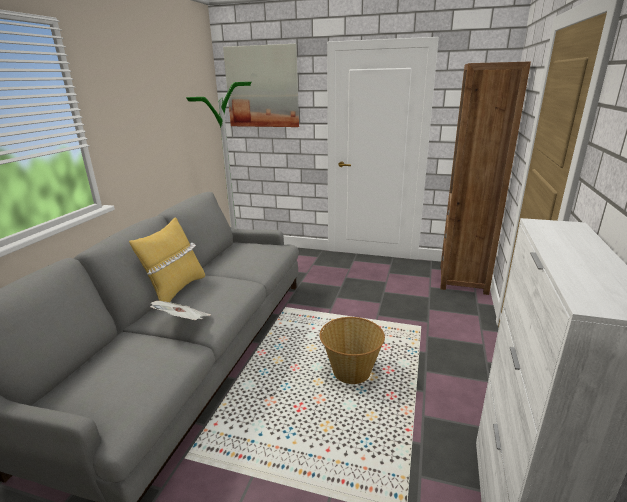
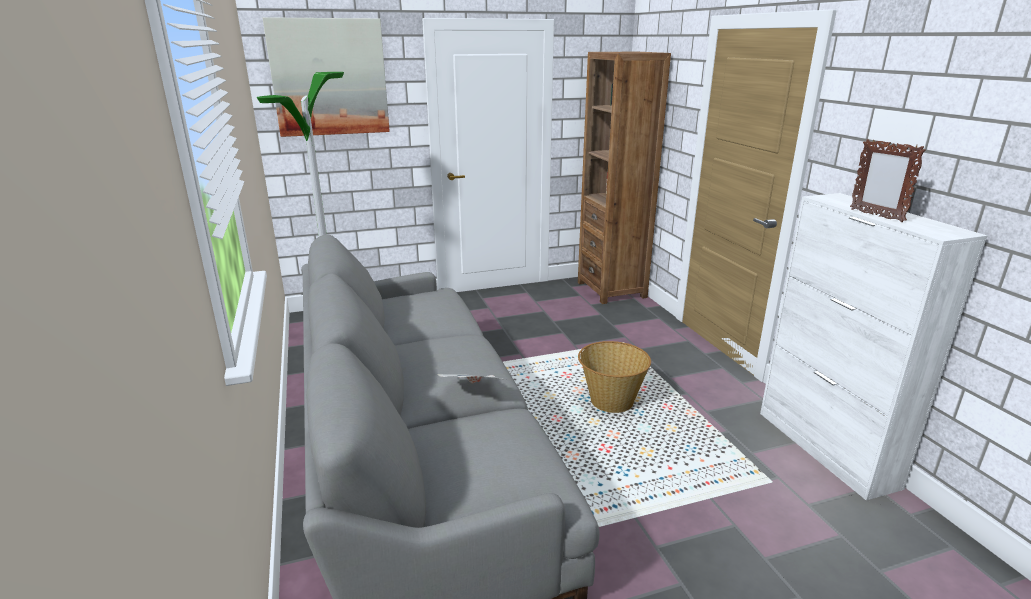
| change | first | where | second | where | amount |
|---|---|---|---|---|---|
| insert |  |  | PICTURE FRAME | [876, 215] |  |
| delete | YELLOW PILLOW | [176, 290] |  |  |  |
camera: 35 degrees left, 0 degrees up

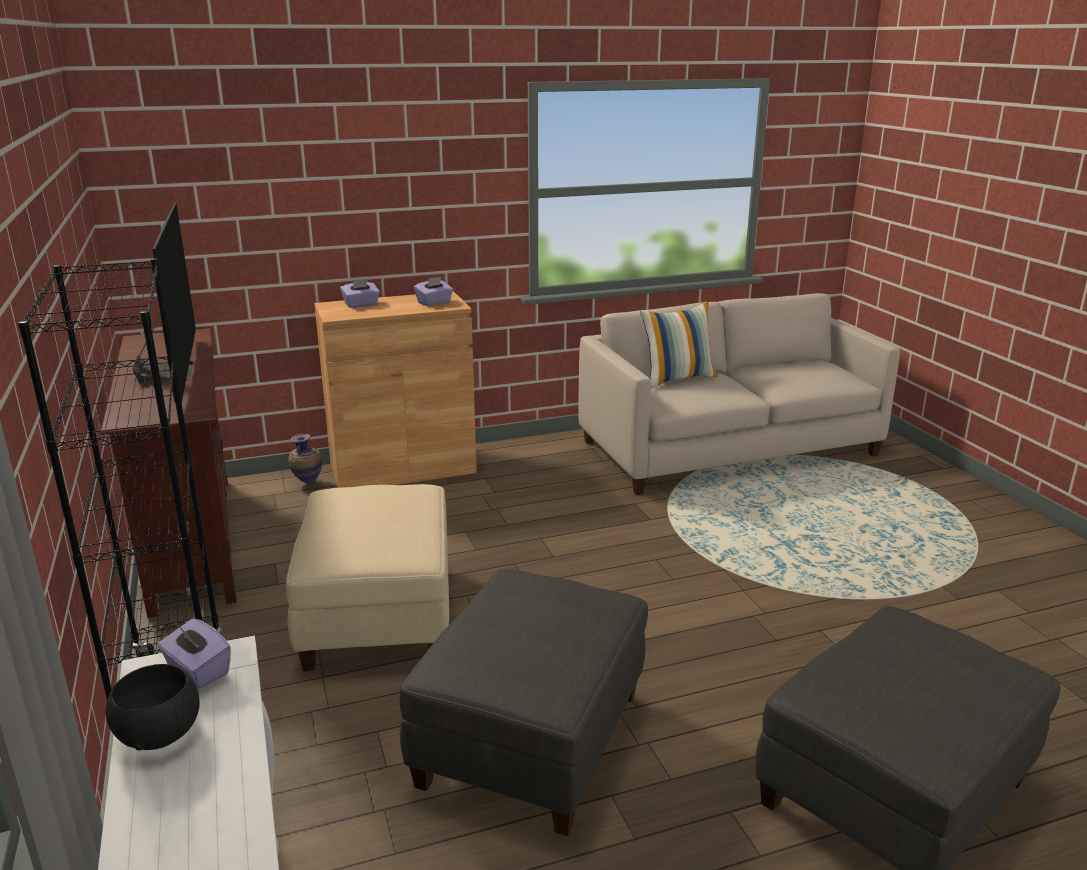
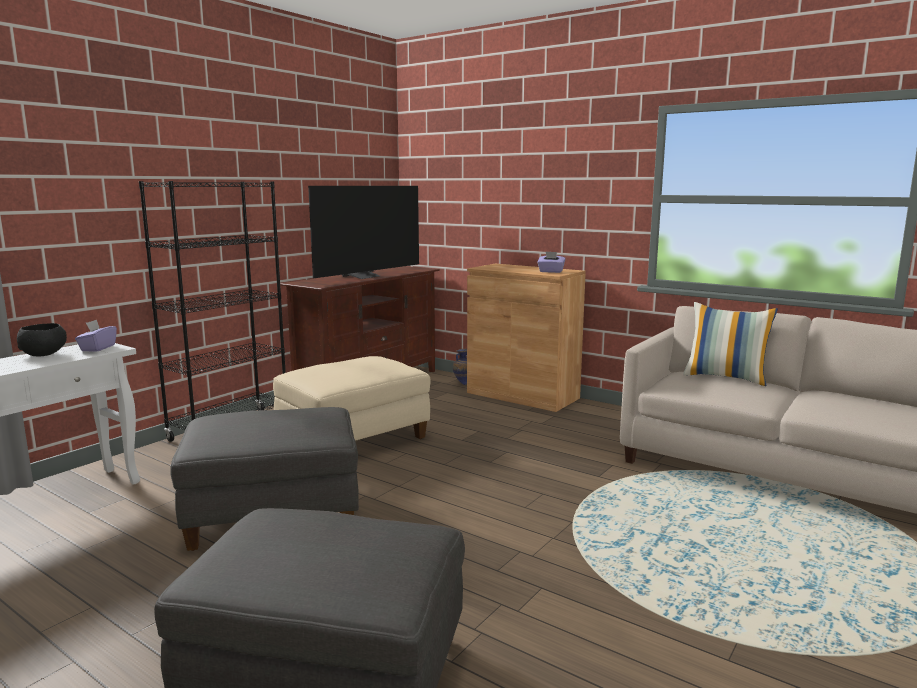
| change | first | where | second | where | amount |
|---|---|---|---|---|---|
| delete | PURPLE TISSUE BOX | [361, 305] |  |  |  |
camera: 55 degrees right, 10 degrees down

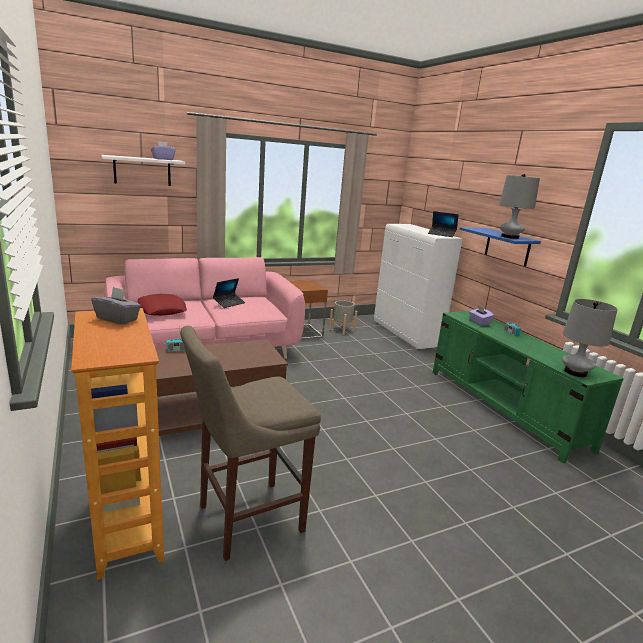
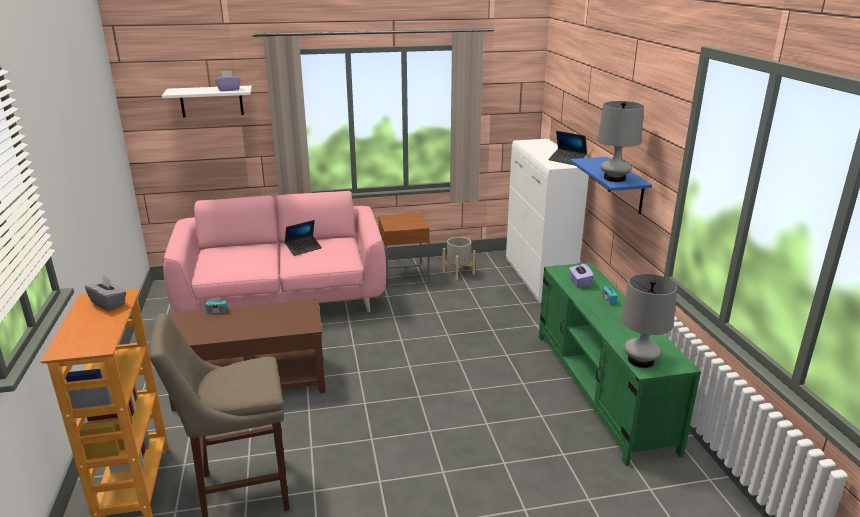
| change | first | where | second | where | amount |
|---|---|---|---|---|---|
| delete | RED PILLOW | [162, 310] |  |  |  |
camera: 15 degrees right, 5 degrees up

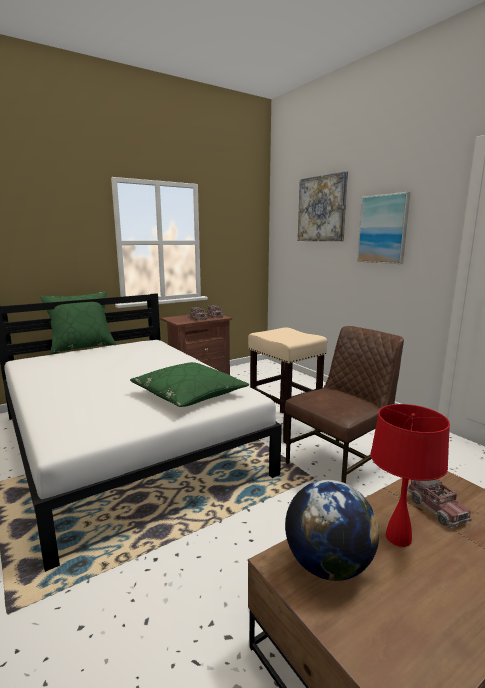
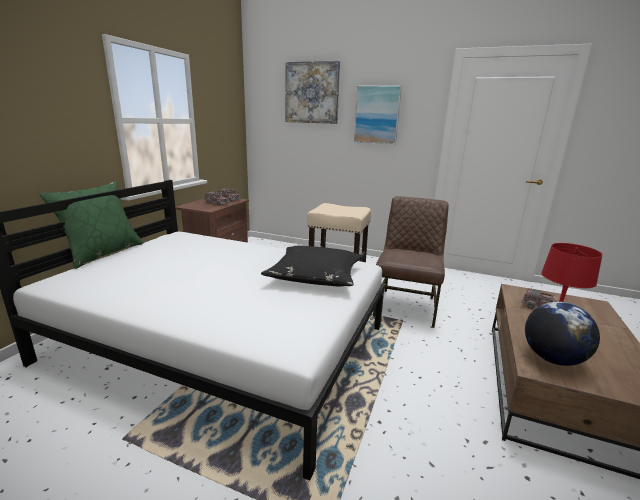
| change | first | where | second | where | amount |
|---|---|---|---|---|---|
| recolor | GREEN PILLOW | [189, 394] | BLACK PILLOW | [315, 276] |  |
camera: 35 degrees left, 5 degrees up

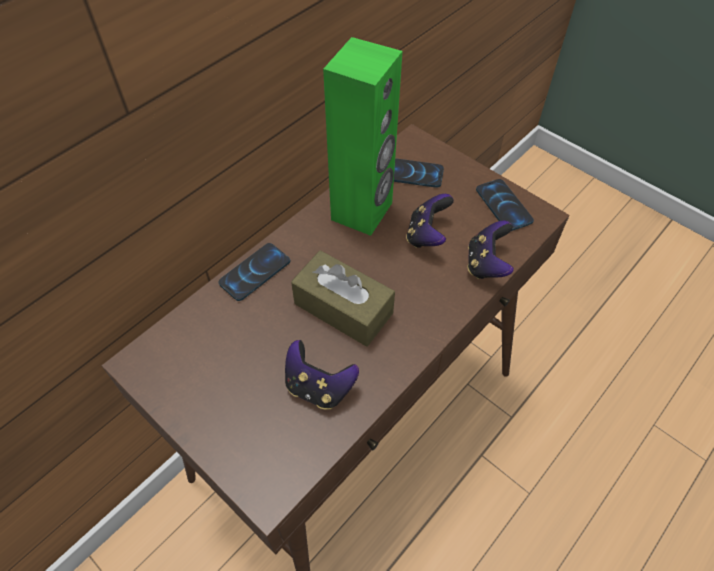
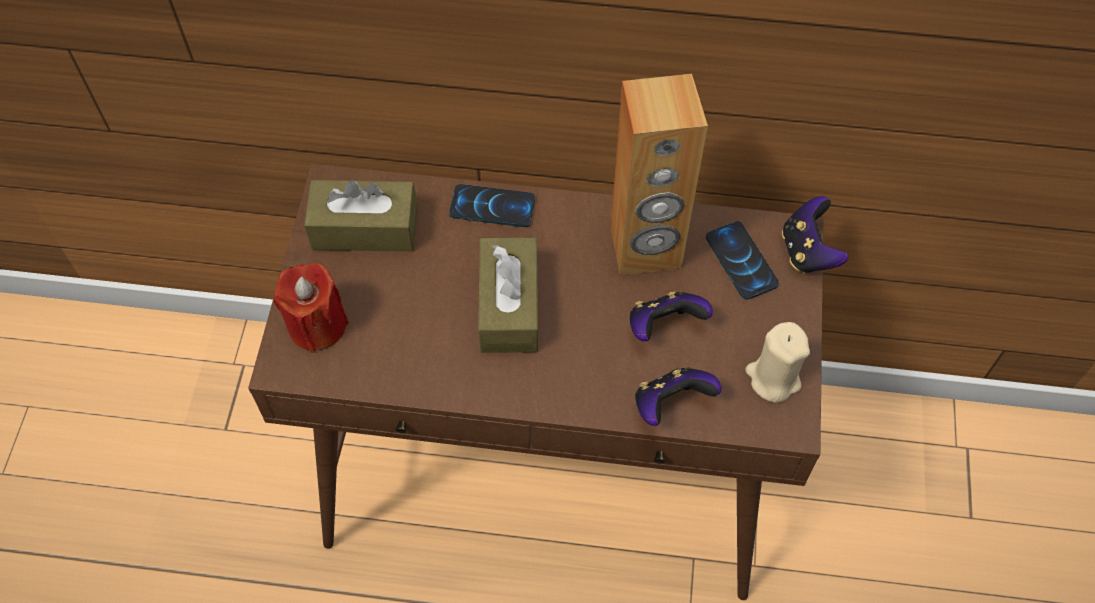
| change | first | where | second | where | amount |
|---|---|---|---|---|---|
| insert |  |  | RED CANDLE | [317, 325] |  |
| insert |  |  | BROWN TISSUE BOX | [365, 228] |  |
| recolor | GREEN SPEAKER | [362, 211] | BROWN SPEAKER | [645, 248] |  |
| replace | PHONE | [503, 206] | BEIGE CANDLE | [773, 378] |  |
| move | GAME CONTROLLER | [318, 387] |  | [808, 251] |  |
camera: 55 degrees right, 5 degrees up

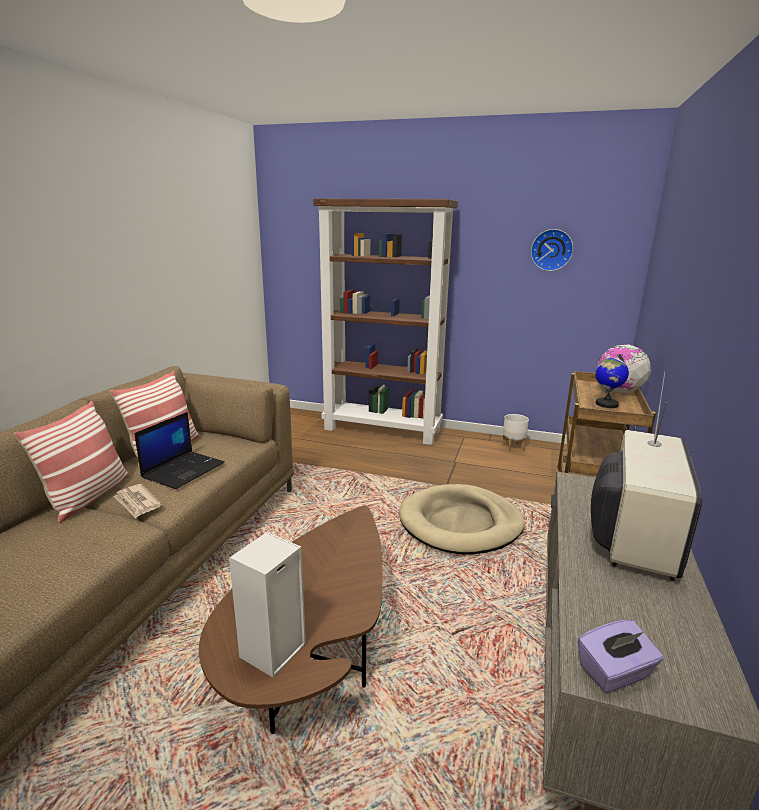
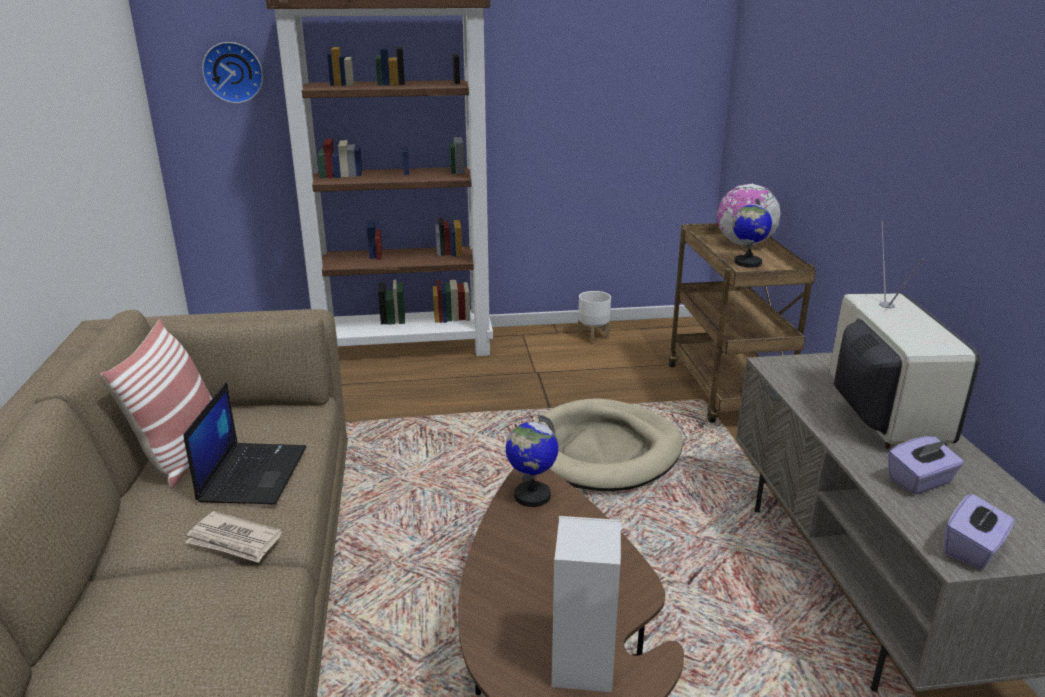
| change | first | where | second | where | amount |
|---|---|---|---|---|---|
| move | WALL CLOCK | [551, 250] |  | [233, 72] |  |
| insert |  |  | GLOBE | [531, 496] |  |
| insert |  |  | PURPLE TISSUE BOX | [920, 481] |  |
| delete | PILLOW | [88, 497] |  |  |  |
camera: 25 degrees left, 5 degrees up

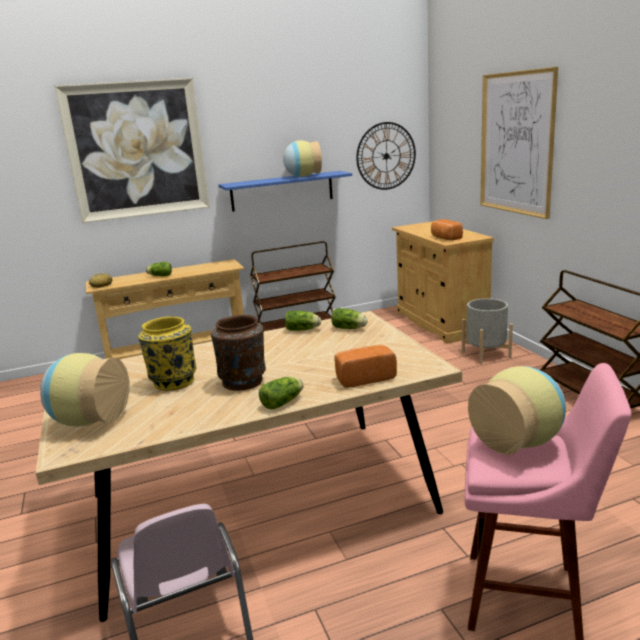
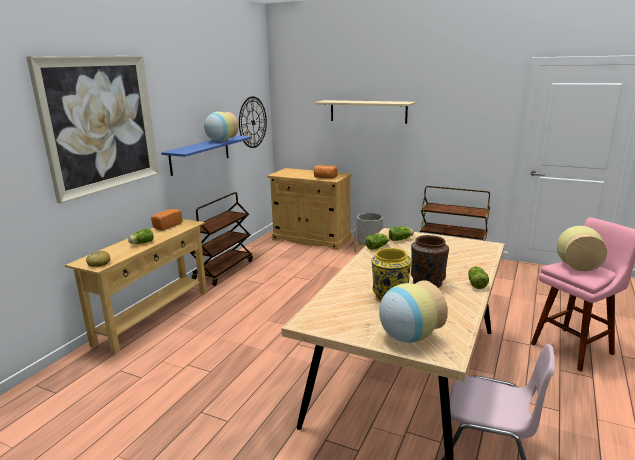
| change | first | where | second | where | amount |
|---|---|---|---|---|---|
| move | BREAD | [364, 378] |  | [166, 226] |  |
| replace | PICTURE | [516, 143] | BEIGE SHELF | [368, 111] |  |
camera: 45 degrees left, 0 degrees up

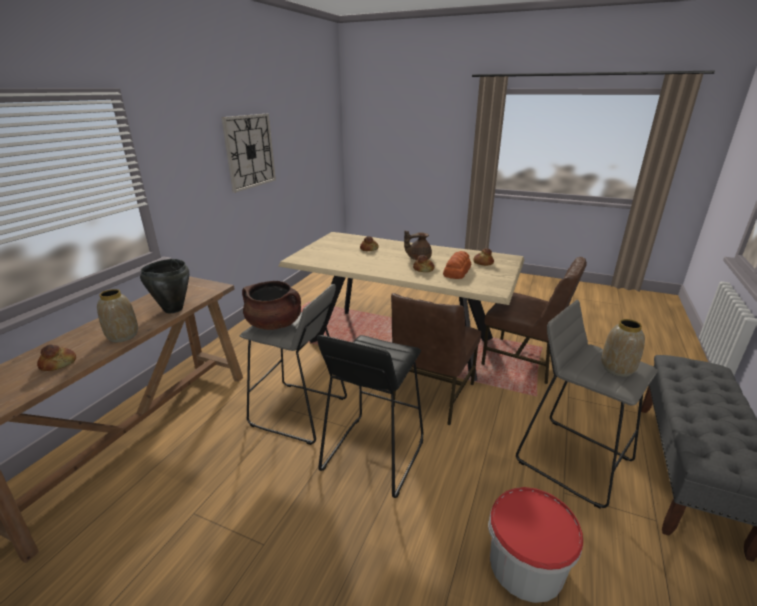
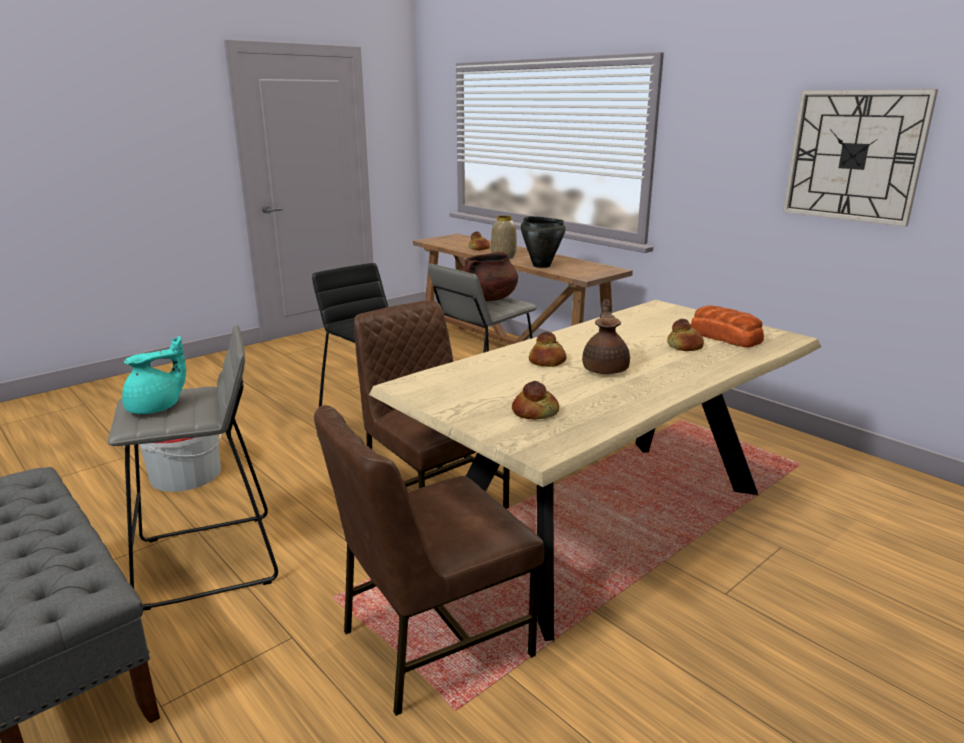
| change | first | where | second | where | amount |
|---|---|---|---|---|---|
| replace | VASE | [617, 368] | TURQUOISE TEAPOT | [156, 408] |  |
| move | BREAD | [456, 271] |  | [724, 337] |  |
camera: 115 degrees right, 5 degrees down

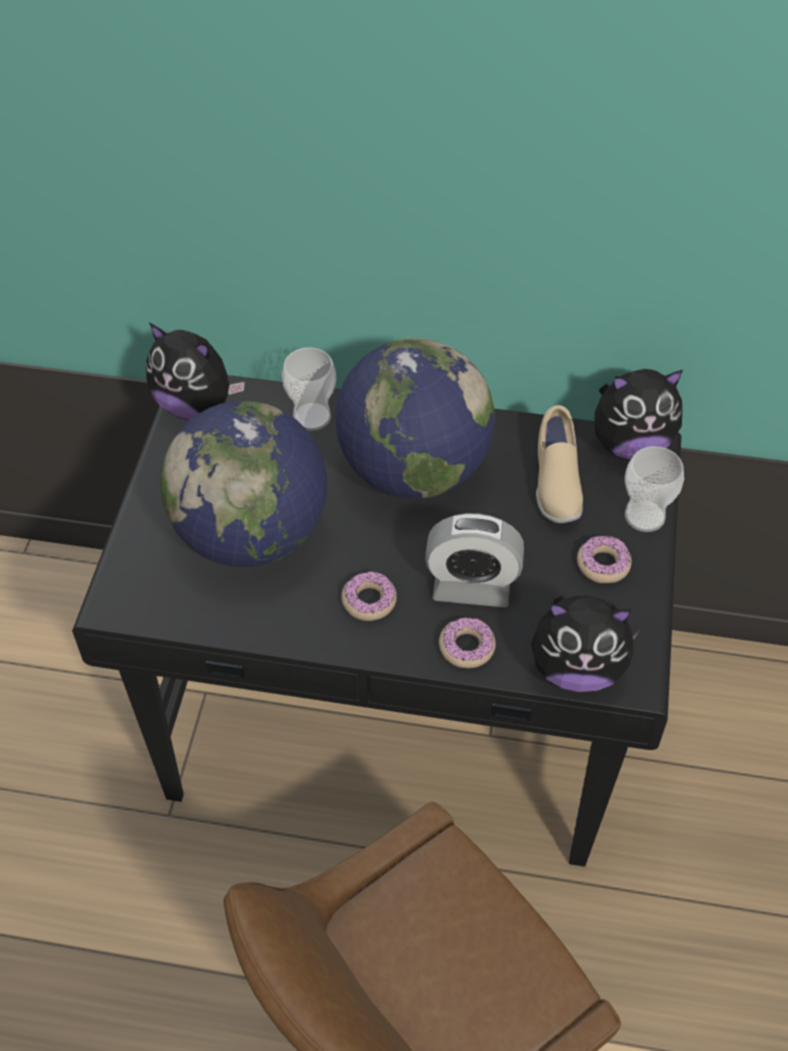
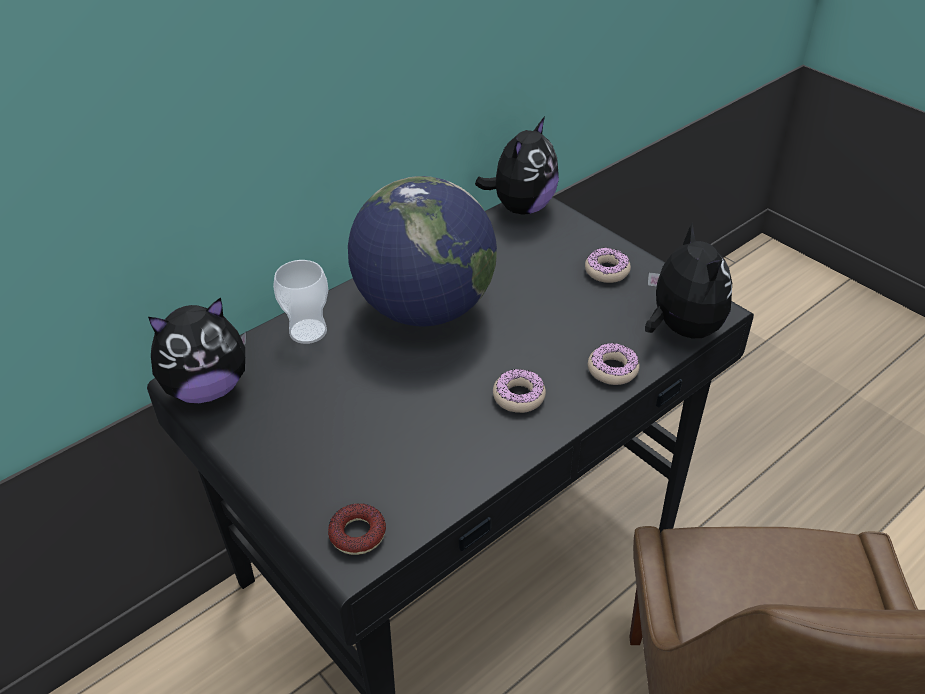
| change | first | where | second | where | amount |
|---|---|---|---|---|---|
| insert |  |  | DONUT | [357, 534] |  |
| rotate | PLUSH TOY | [576, 668] |  | [681, 329] | 60 degrees counterclockwise |
| delete | GLOBE | [251, 534] |  |  |  |
| delete | ALARM CLOCK | [471, 586] |  |  |  |
| delete | BEIGE SHOE | [555, 483] |  |  |  |
| delete | CUP | [644, 516] |  |  |  |
camera: 50 degrees left, 10 degrees down

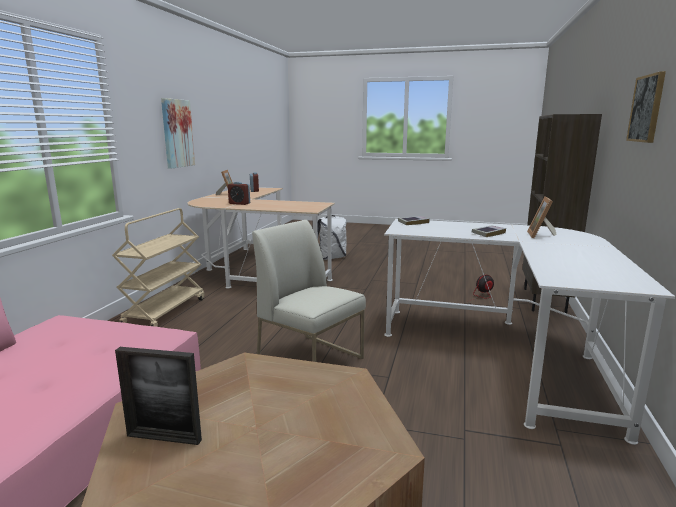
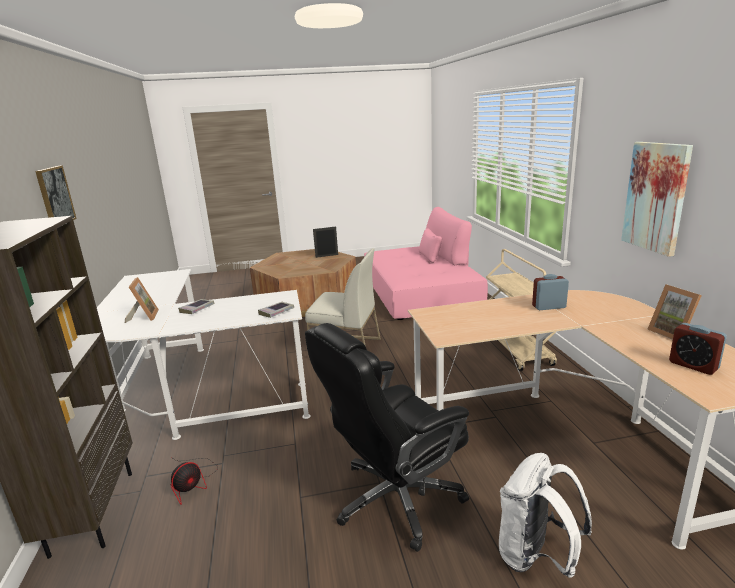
| change | first | where | second | where | amount |
|---|---|---|---|---|---|
| insert |  |  | BLACK OFFICE CHAIR | [395, 499] |  |
camera: 155 degrees right, 5 degrees up

